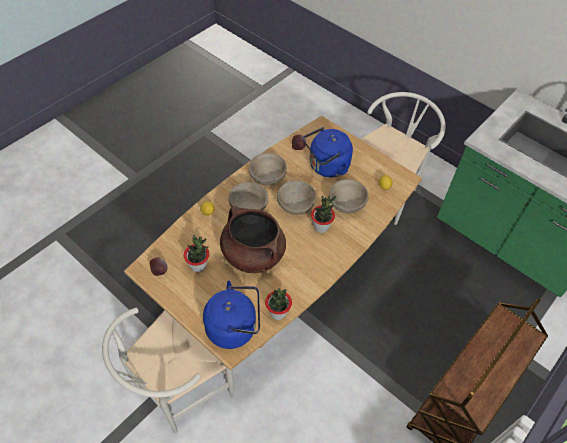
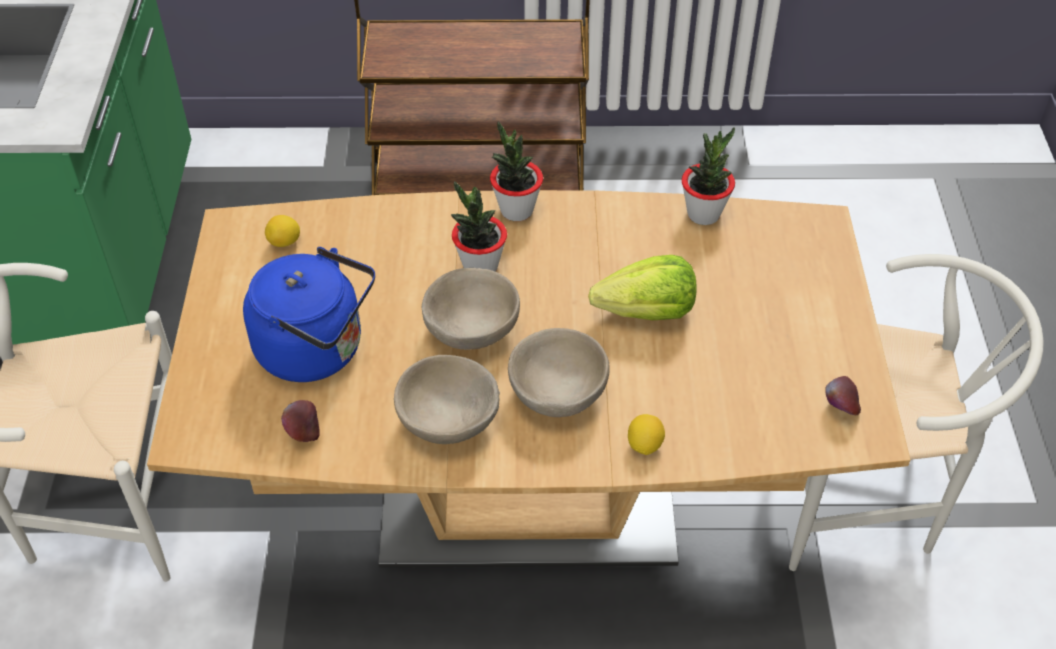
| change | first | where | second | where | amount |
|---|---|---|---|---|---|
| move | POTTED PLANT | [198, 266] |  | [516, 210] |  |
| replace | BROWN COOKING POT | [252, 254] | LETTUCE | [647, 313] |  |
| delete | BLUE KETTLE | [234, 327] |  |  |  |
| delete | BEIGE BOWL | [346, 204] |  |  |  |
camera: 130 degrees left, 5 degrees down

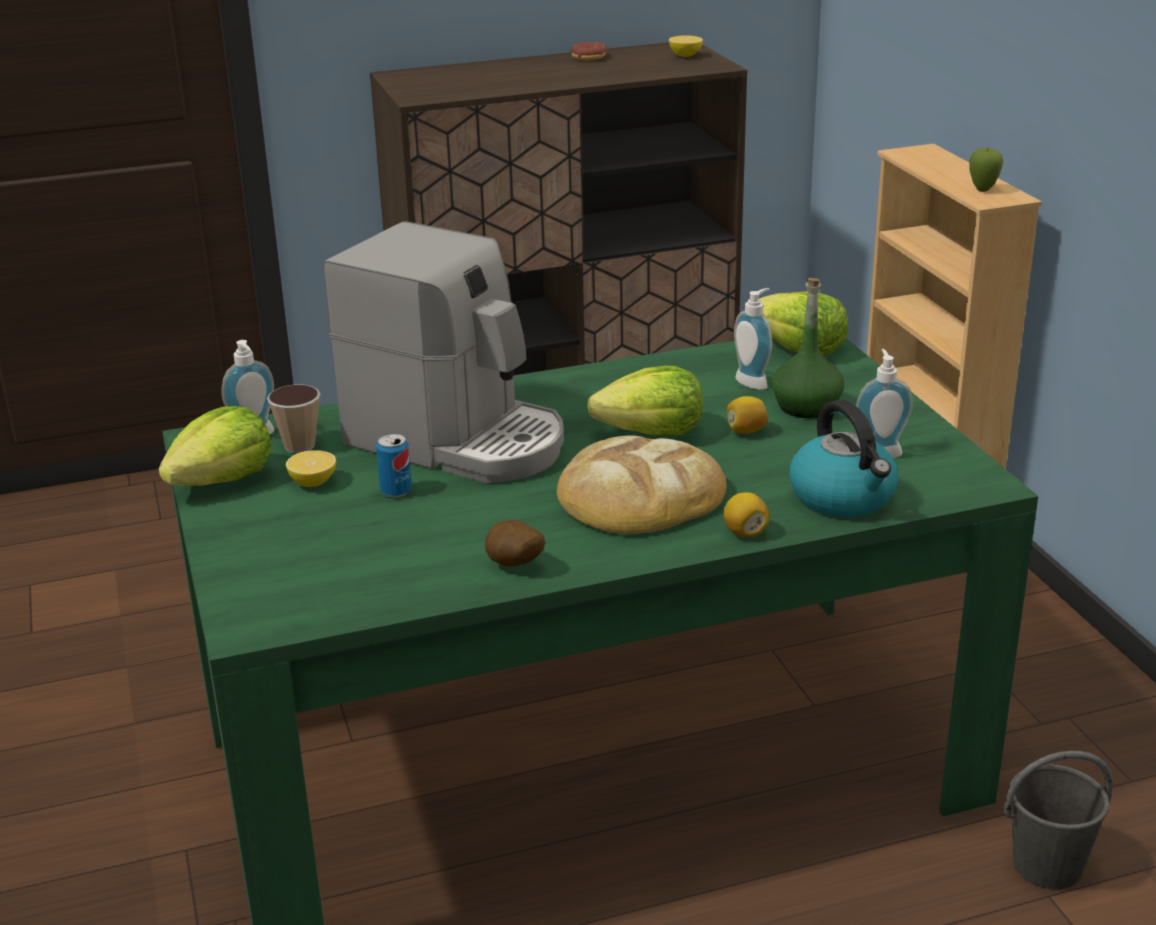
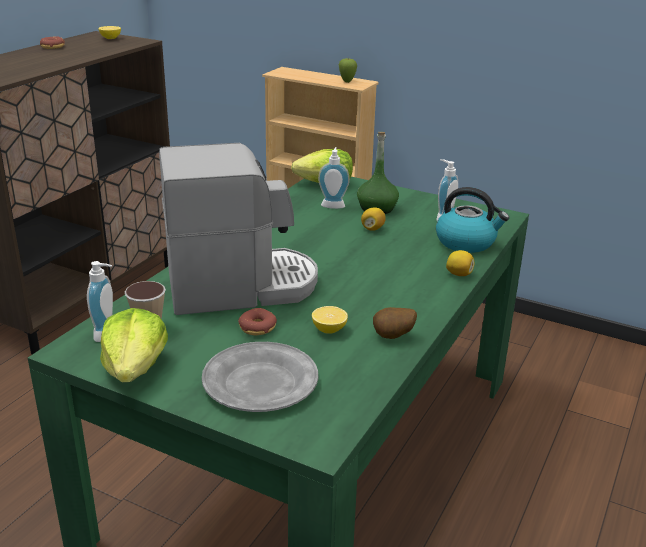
| change | first | where | second | where | amount |
|---|---|---|---|---|---|
| insert |  |  | GREY PLATE | [260, 383] |  |
| replace | CAN | [396, 491] | DONUT | [257, 327] |  |
| move | LEMON | [313, 482] |  | [329, 329] |  |
| delete | BREAD | [639, 496] |  |  |  |
| delete | LETTUCE | [651, 432] |  |  |  |
| delete | GREY BUCKET | [1046, 866] |  |  |  |
camera: 45 degrees left, 0 degrees up

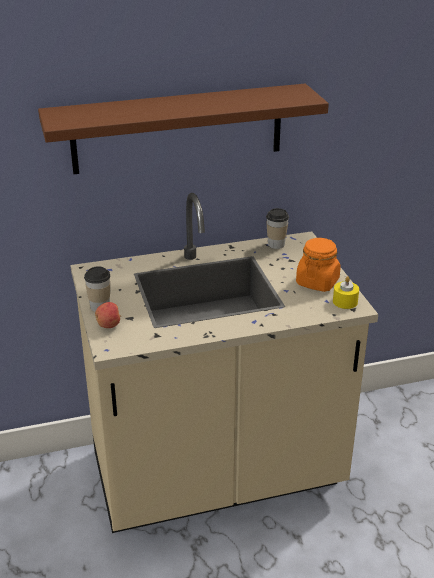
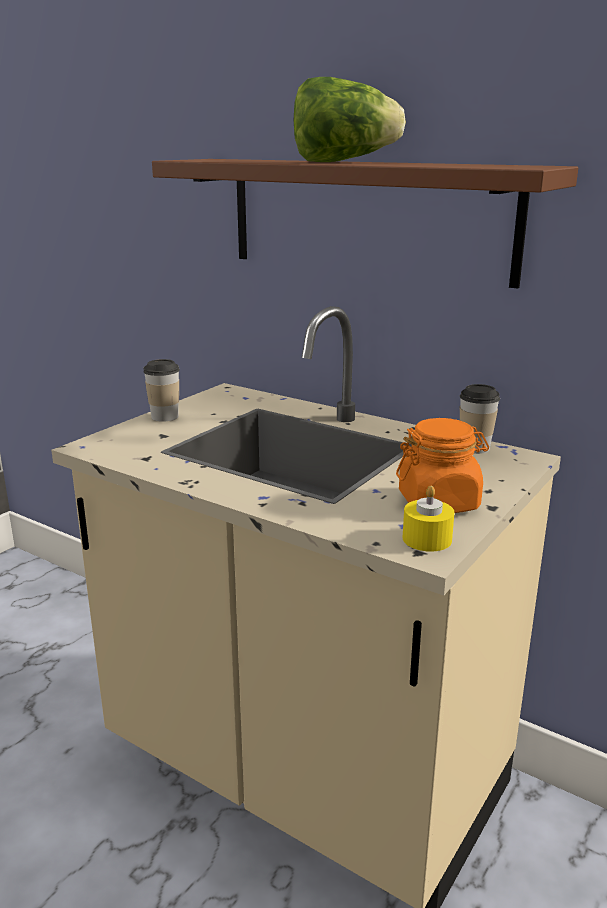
| change | first | where | second | where | amount |
|---|---|---|---|---|---|
| insert |  |  | LETTUCE | [342, 162] |  |
| delete | APPLE | [109, 325] |  |  |  |
camera: 50 degrees right, 10 degrees down

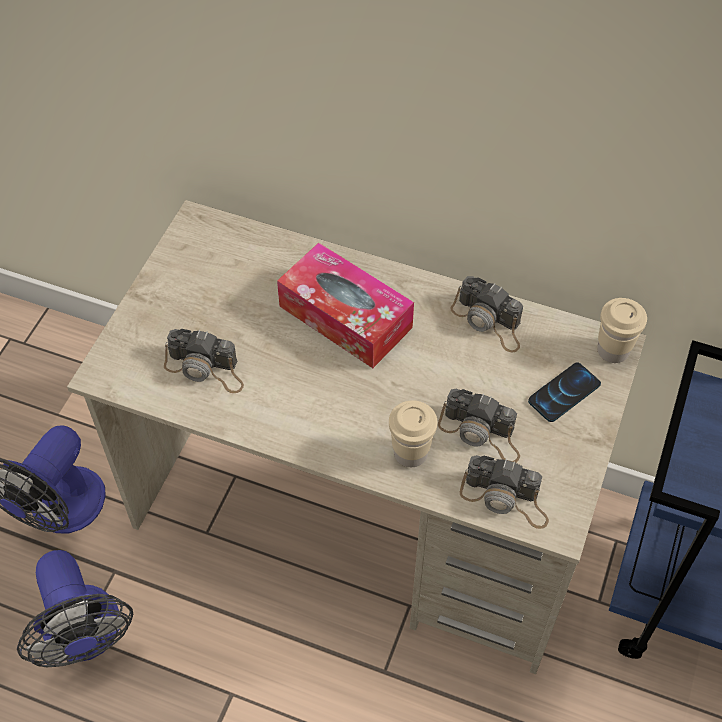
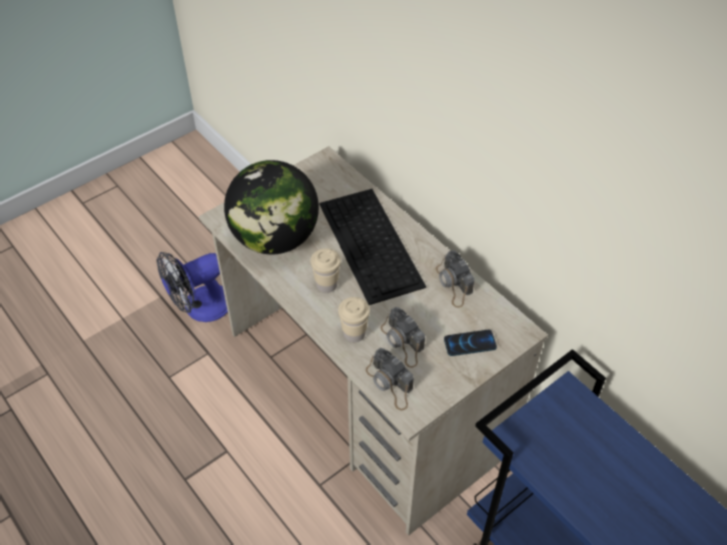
| change | first | where | second | where | amount |
|---|---|---|---|---|---|
| replace | PHOTO CAMERA | [206, 369] | GLOBE | [275, 238] |  |
| move | BEIGE CUP | [613, 351] |  | [326, 285] |  |
| replace | TISSUE BOX | [345, 317] | KEYBOARD | [371, 245] |  |
| delete | FAN | [86, 637] |  |  |  |
camera: 30 degrees right, 5 degrees down

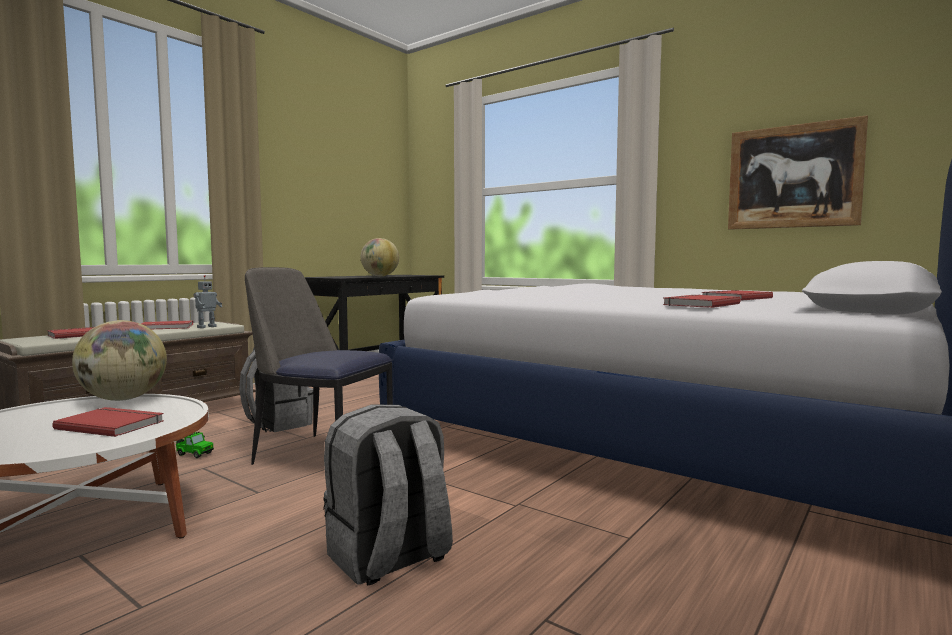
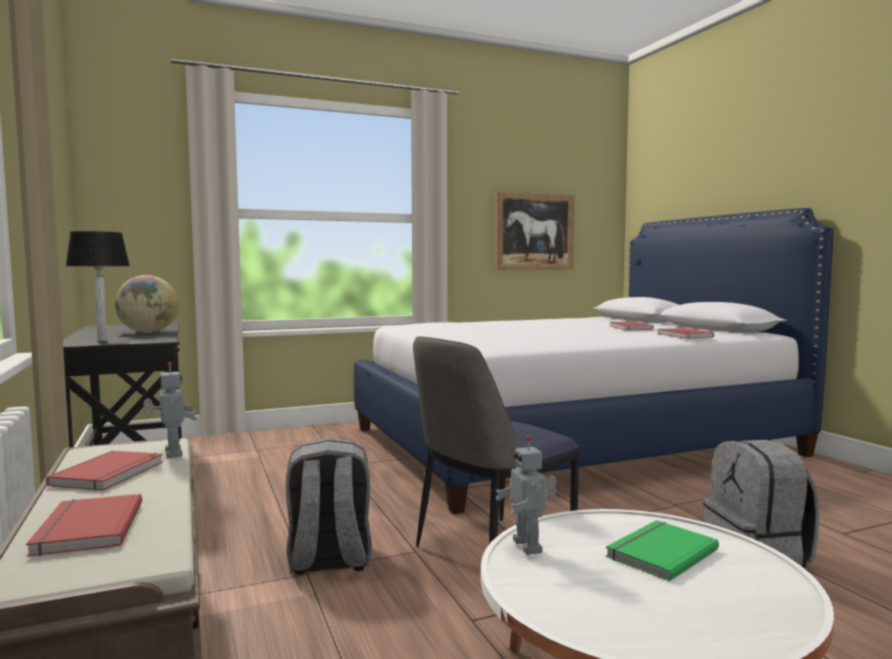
| change | first | where | second | where | amount |
|---|---|---|---|---|---|
| insert |  |  | TABLE LAMP | [103, 340] |  |
| replace | GLOBE | [123, 399] | TOY ROBOT | [529, 546] |  |
| recolor | RED BOOK | [112, 424] | GREEN BOOK | [659, 552] |  |
| delete | TOY CAR | [193, 454] |  |  |  |
camera: 60 degrees left, 0 degrees up

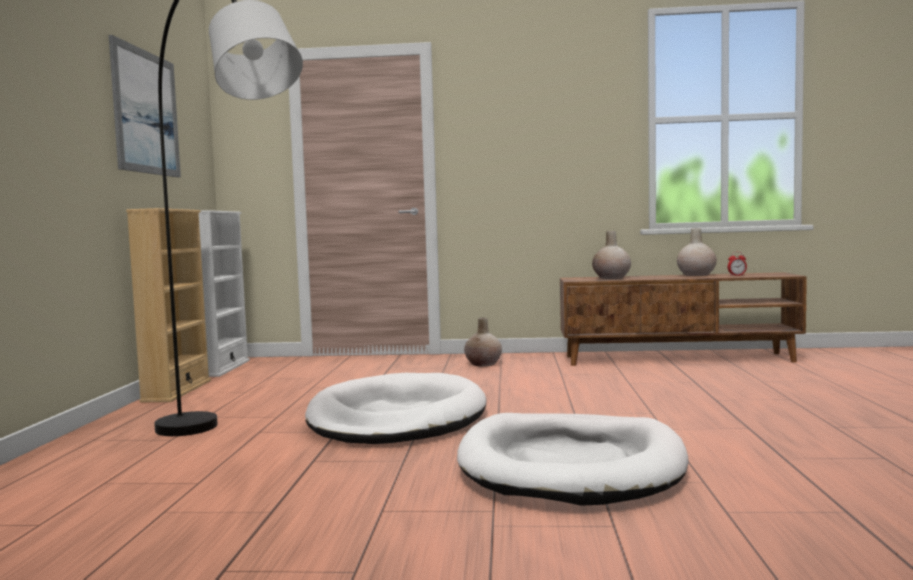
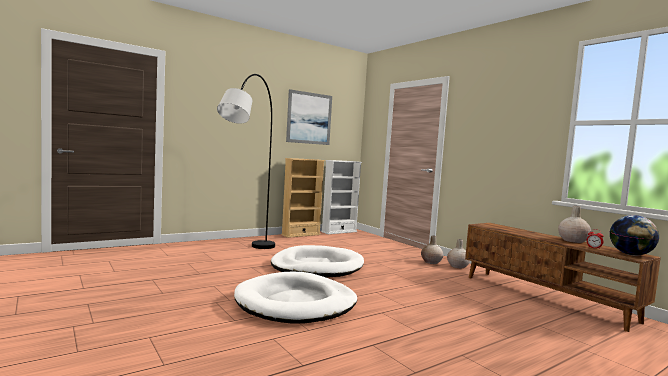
| change | first | where | second | where | amount |
|---|---|---|---|---|---|
| move | BEIGE VASE | [611, 278] |  | [457, 266] |  |
| insert |  |  | GLOBE | [631, 254] |  |
camera: 50 degrees right, 0 degrees up

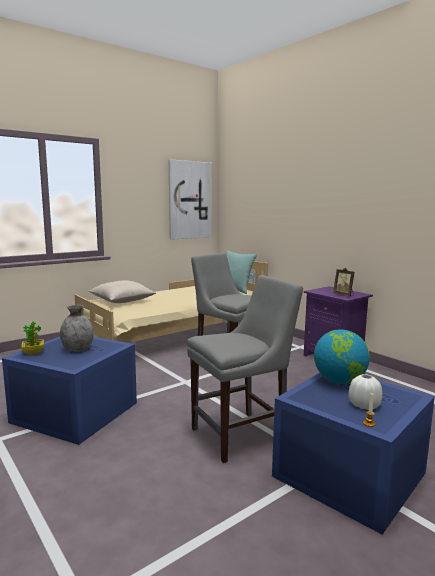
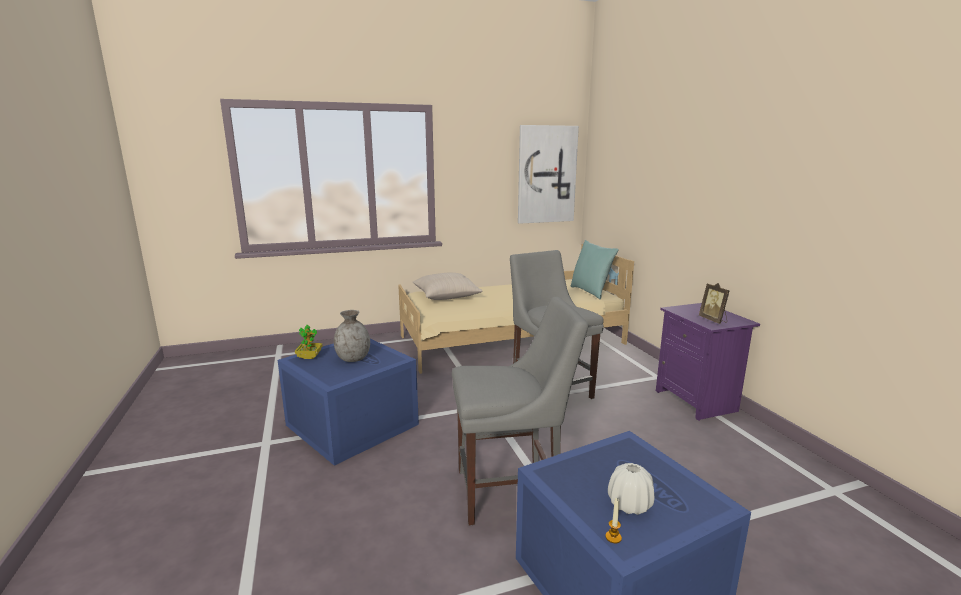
| change | first | where | second | where | amount |
|---|---|---|---|---|---|
| delete | GLOBE | [339, 381] |  |  |  |
camera: 20 degrees right, 5 degrees up

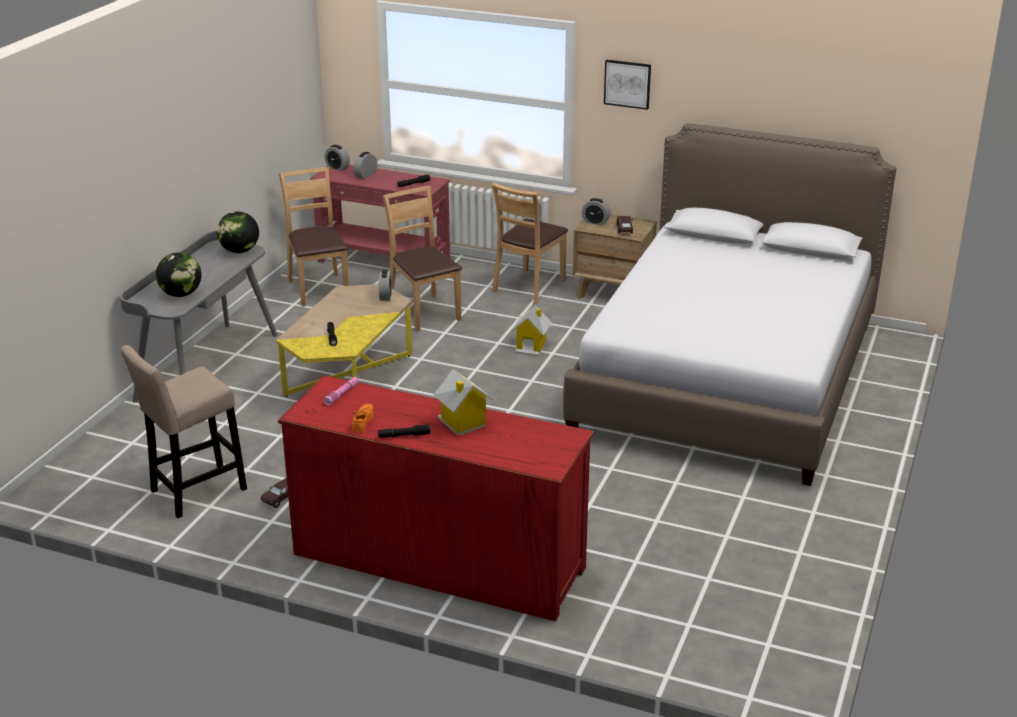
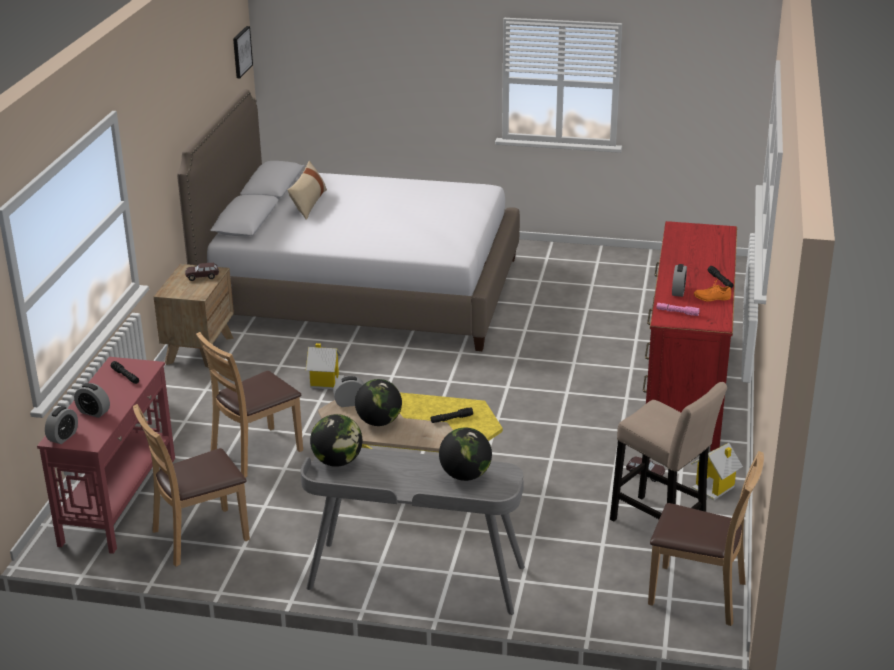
| change | first | where | second | where | amount |
|---|---|---|---|---|---|
| move | PICTURE | [627, 84] |  | [241, 52] |  |
| insert |  |  | BEIGE PILLOW | [308, 203] |  |
| insert |  |  | GLOBE | [379, 422] |  |
| move | BROWN CHAIR | [529, 287] |  | [698, 594] |  |
| move | ALARM CLOCK | [595, 222] |  | [678, 291] |  |
| move | TOY HOUSE | [462, 423] |  | [714, 487] |  |
camera: 100 degrees left, 0 degrees up

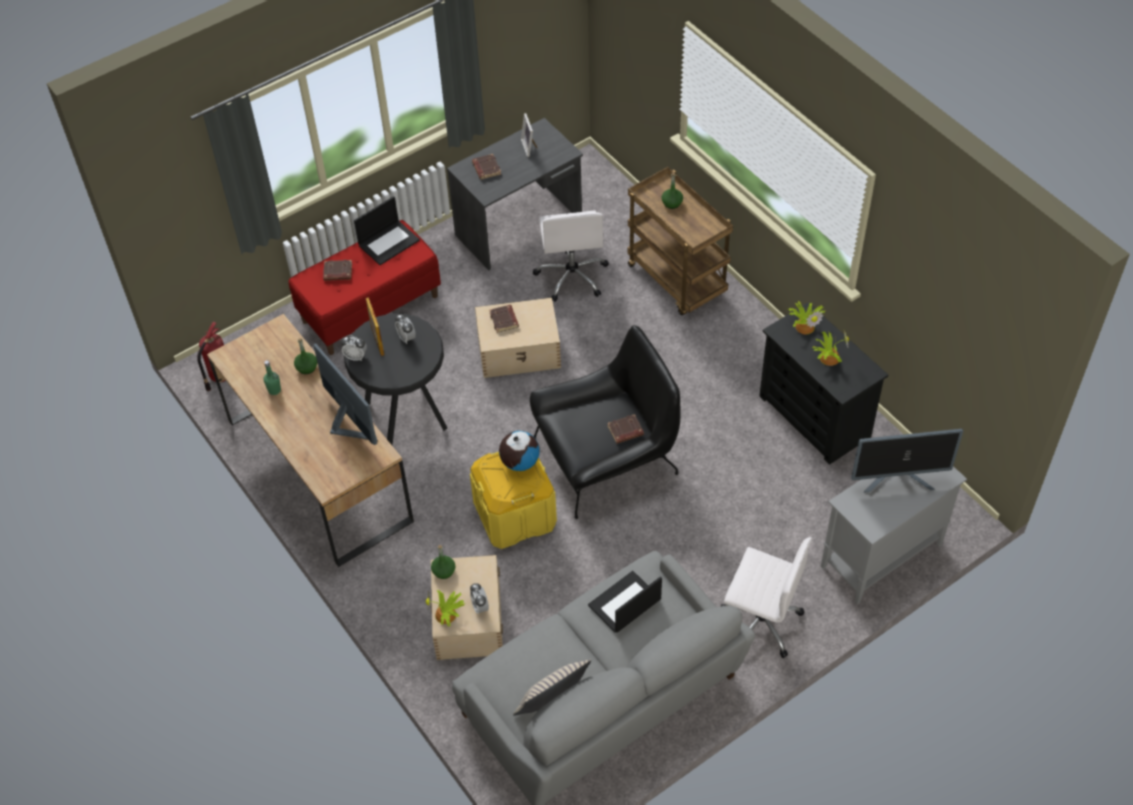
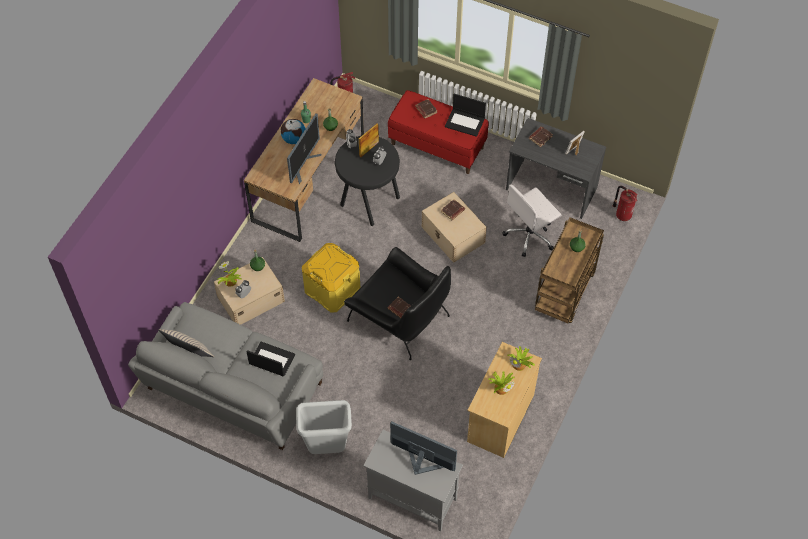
| change | first | where | second | where | amount |
|---|---|---|---|---|---|
| move | GLOBE | [519, 462] |  | [294, 139] |  |
| replace | WHITE OFFICE CHAIR | [759, 622] | GREY TRASH CAN | [326, 448] |  |
| rotate | MONITOR | [898, 479] |  | [421, 462] | 150 degrees clockwise |
| recolor | BLACK DRESSER | [814, 417] | BEIGE DRESSER | [500, 418] |  |
| insert |  |  | FIRE EXTINGUISHER | [622, 215] |  |
camera: 60 degrees right, 5 degrees up

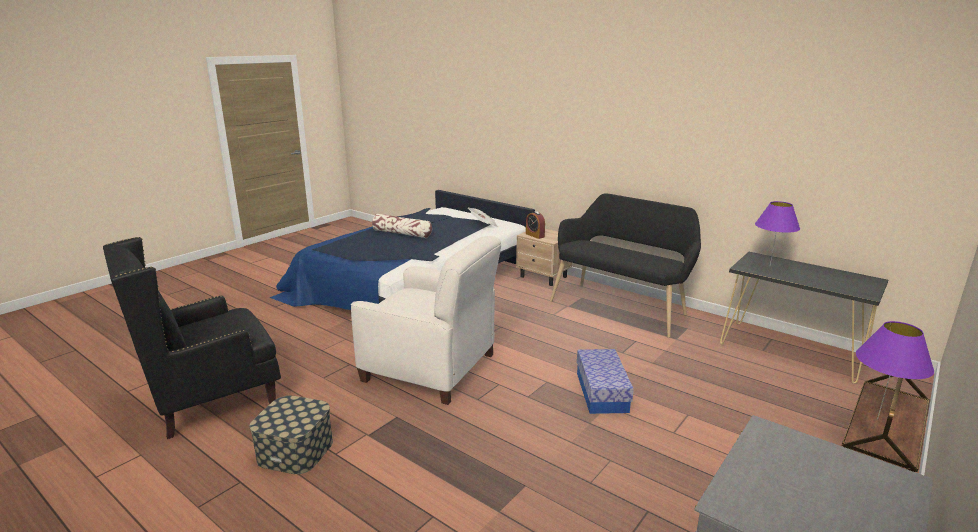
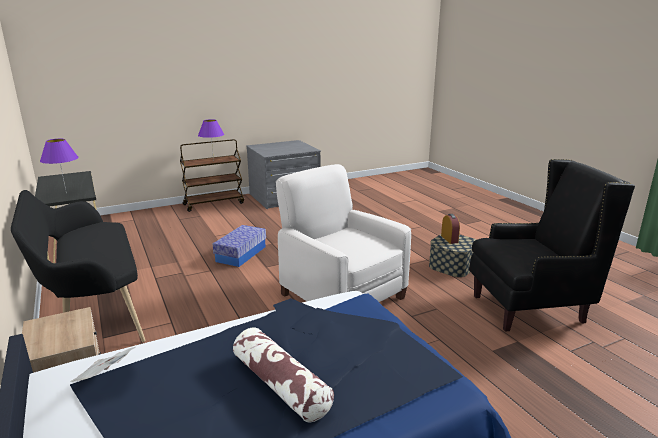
| change | first | where | second | where | amount |
|---|---|---|---|---|---|
| move | ALARM CLOCK | [535, 235] |  | [449, 239] |  |
camera: 155 degrees left, 0 degrees up

